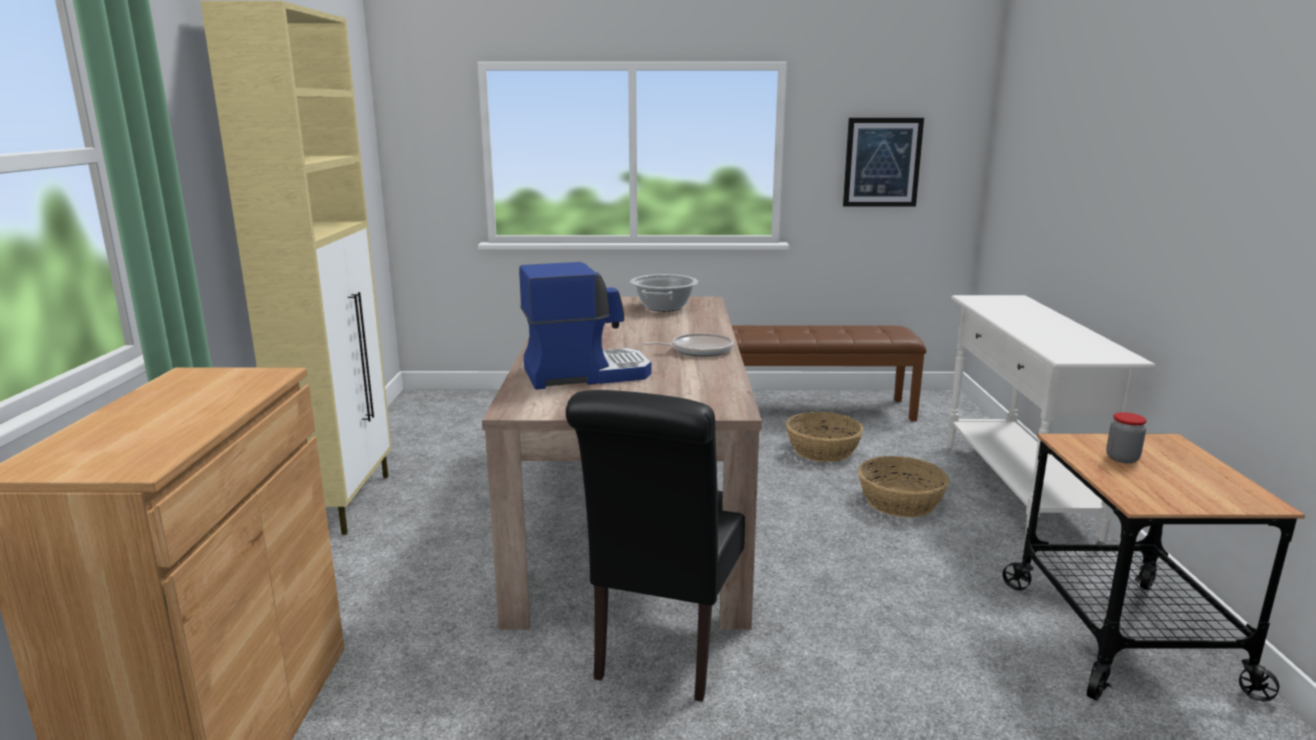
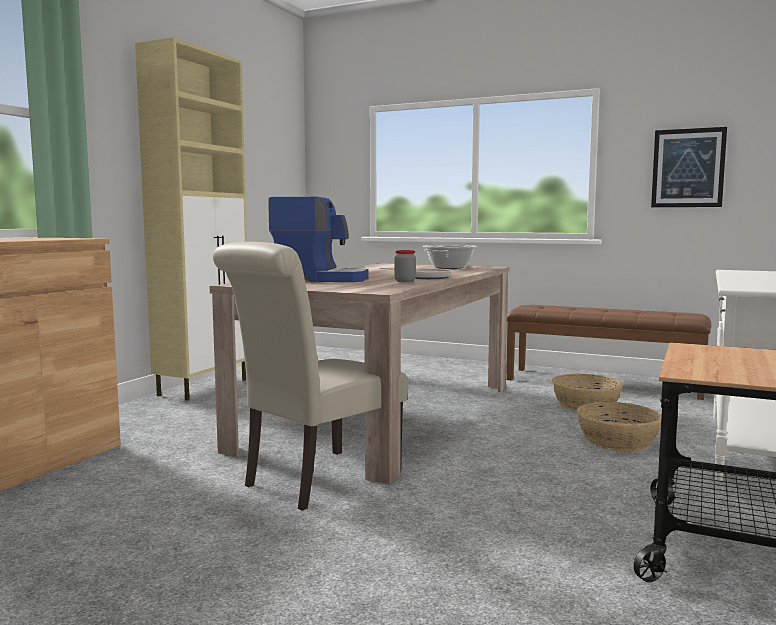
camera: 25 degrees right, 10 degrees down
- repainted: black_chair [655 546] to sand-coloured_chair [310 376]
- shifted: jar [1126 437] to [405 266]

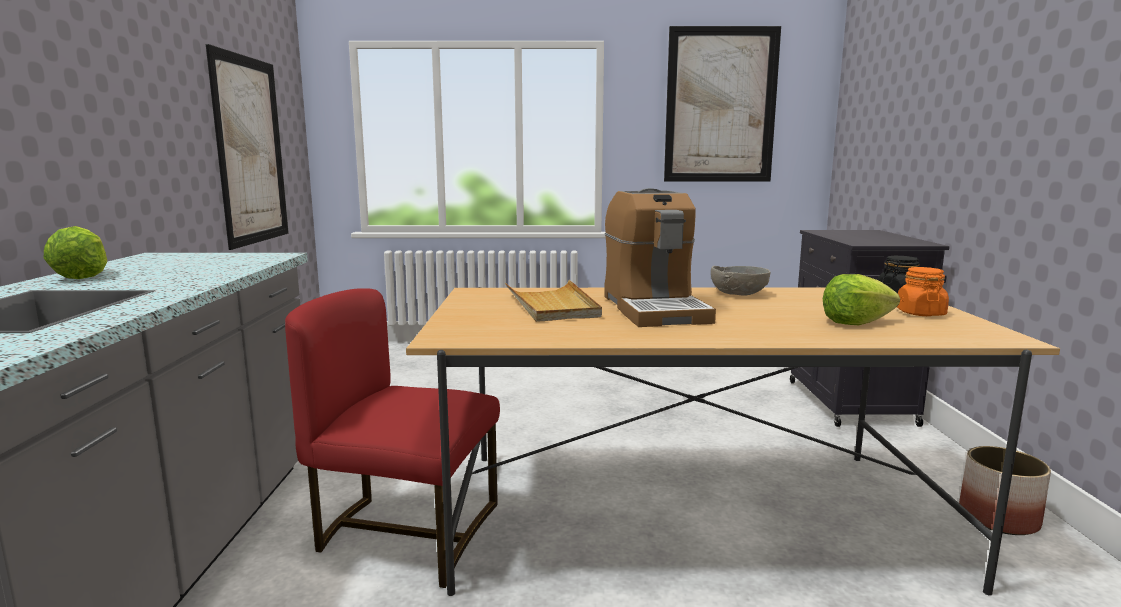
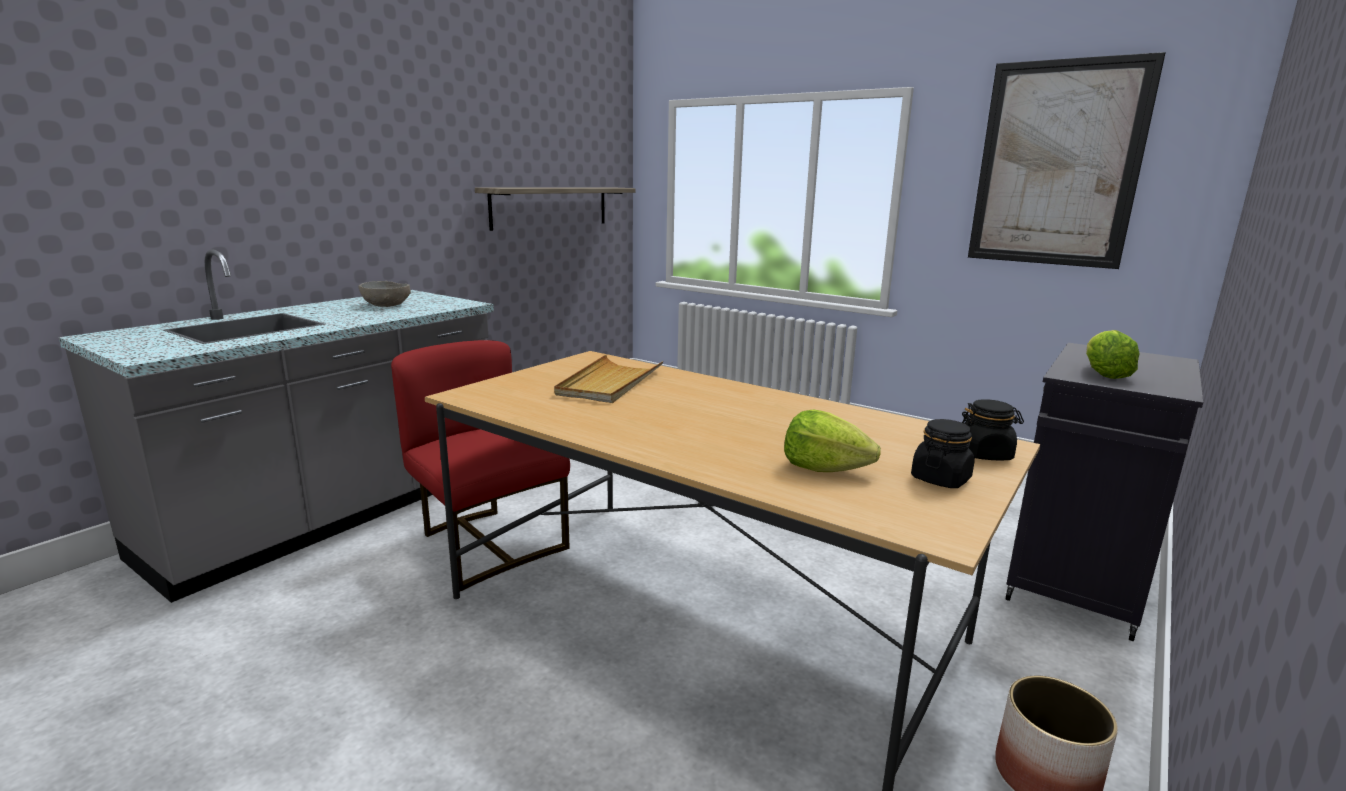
camera: 35 degrees right, 5 degrees up
- shifted: grey_serving_bowl [740 280] to [384 294]
- swapped: picture [247 147] to shelf [555 209]
- repainted: orangey_jar [923 291] to black_jar [943 453]
- shifted: head_of_lettuce [75 252] to [1113 354]
- gone: coffee_brewer [660 257]

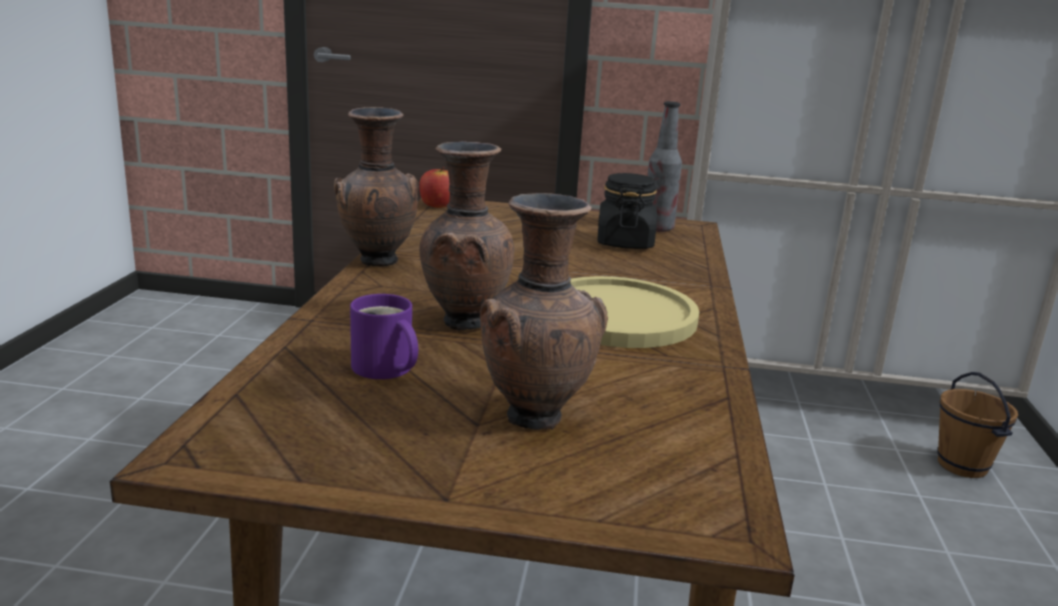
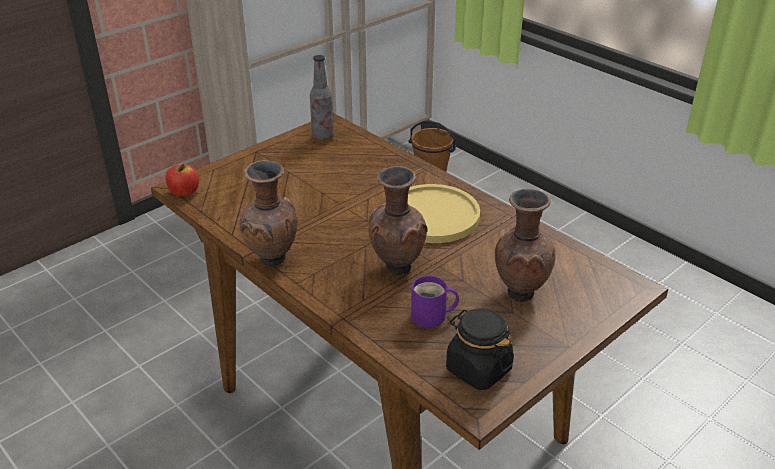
camera: 50 degrees left, 15 degrees up
- shifted: black_jar [627 211] to [480 349]

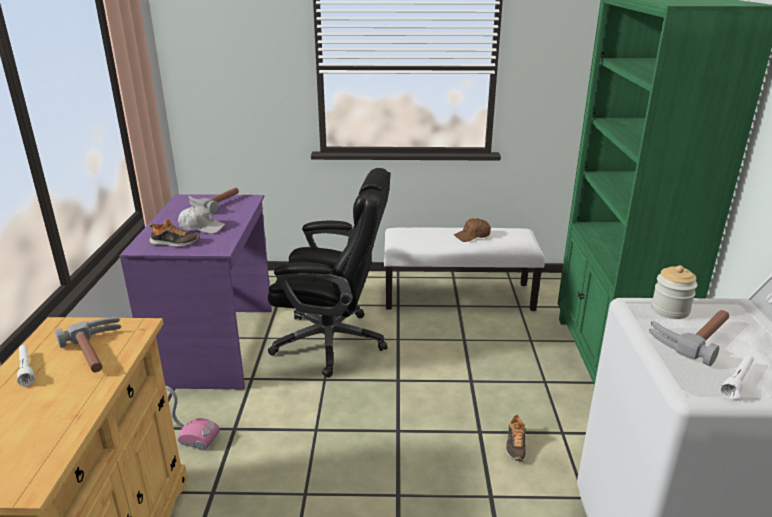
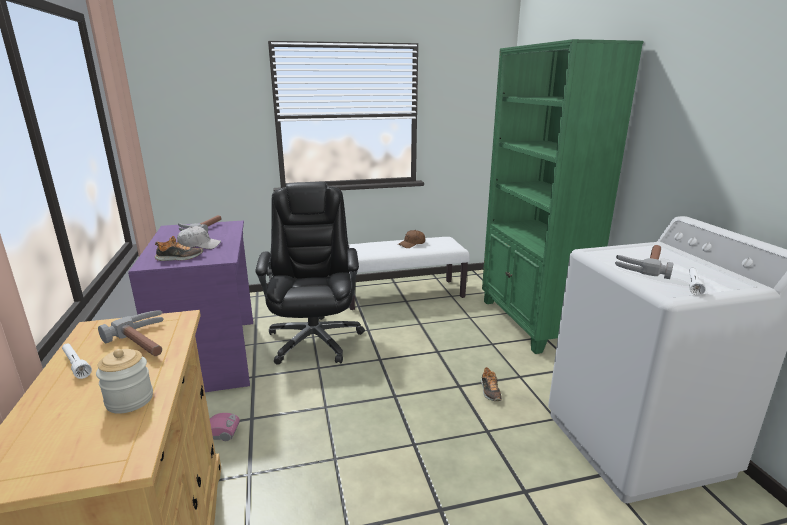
camera: 15 degrees left, 5 degrees down
- shifted: jar [674 292] to [124 381]
- rotated: black_office_chair [329 273] = [310 273] 90 degrees counterclockwise

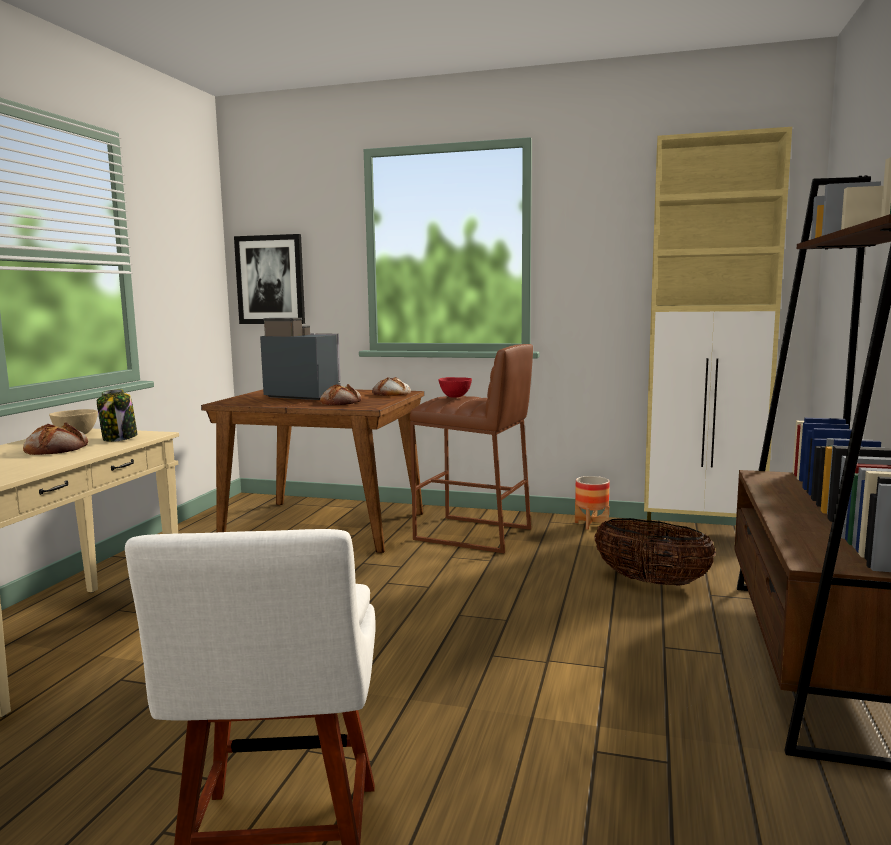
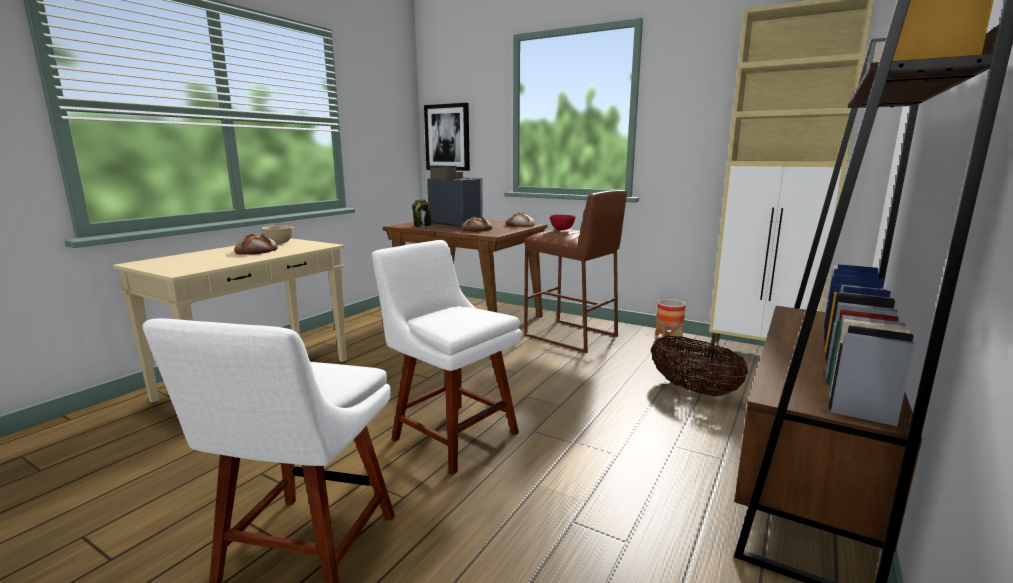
camera: 15 degrees right, 5 degrees up
- new: whitish_chair [447 357]
- shifted: jar [117 415] to [422 213]

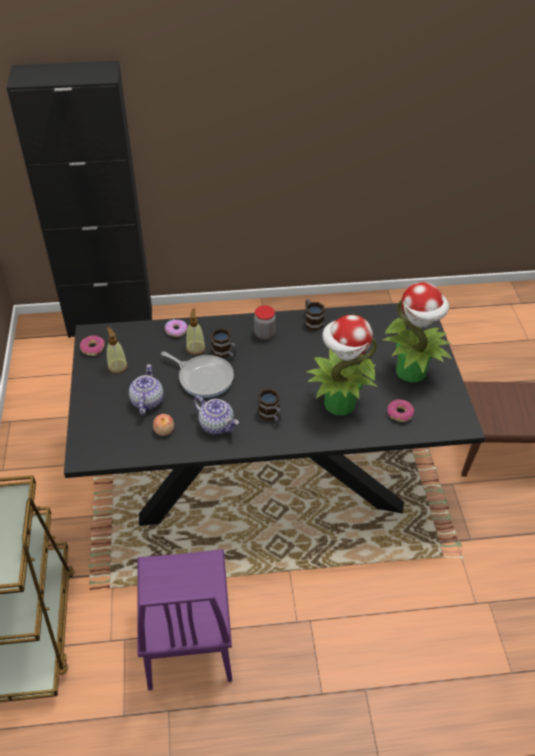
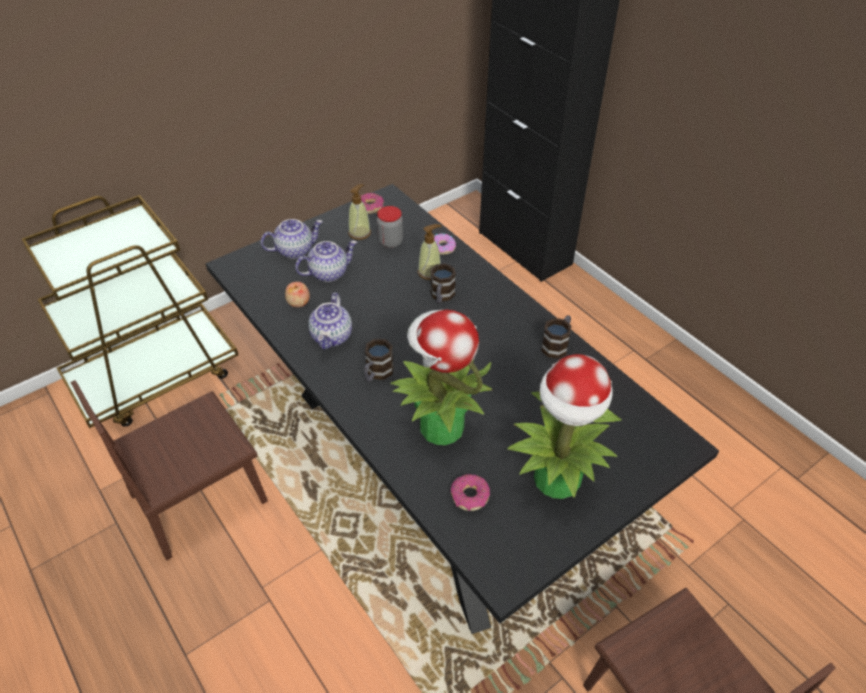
camera: 60 degrees right, 0 degrees up
- repainted: purple_chair [184 620] to brown-coloured_chair [169 470]
- new: teapot [292 239]
- shifted: jar [265 322] to [390 227]
- gone: frying_pan [197 374]

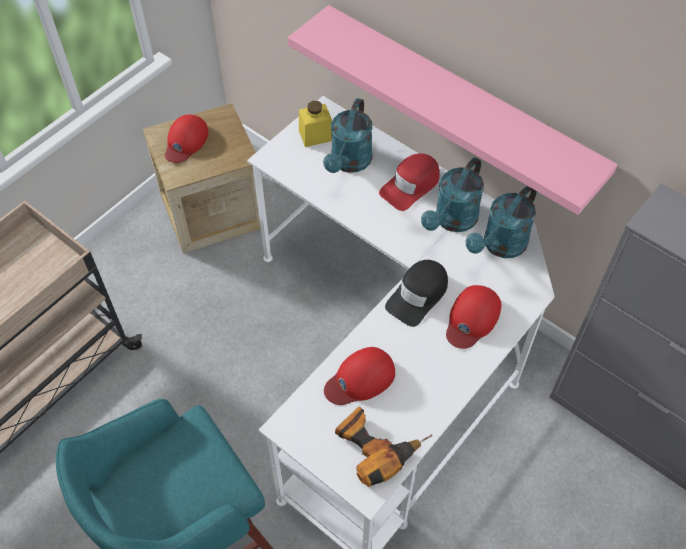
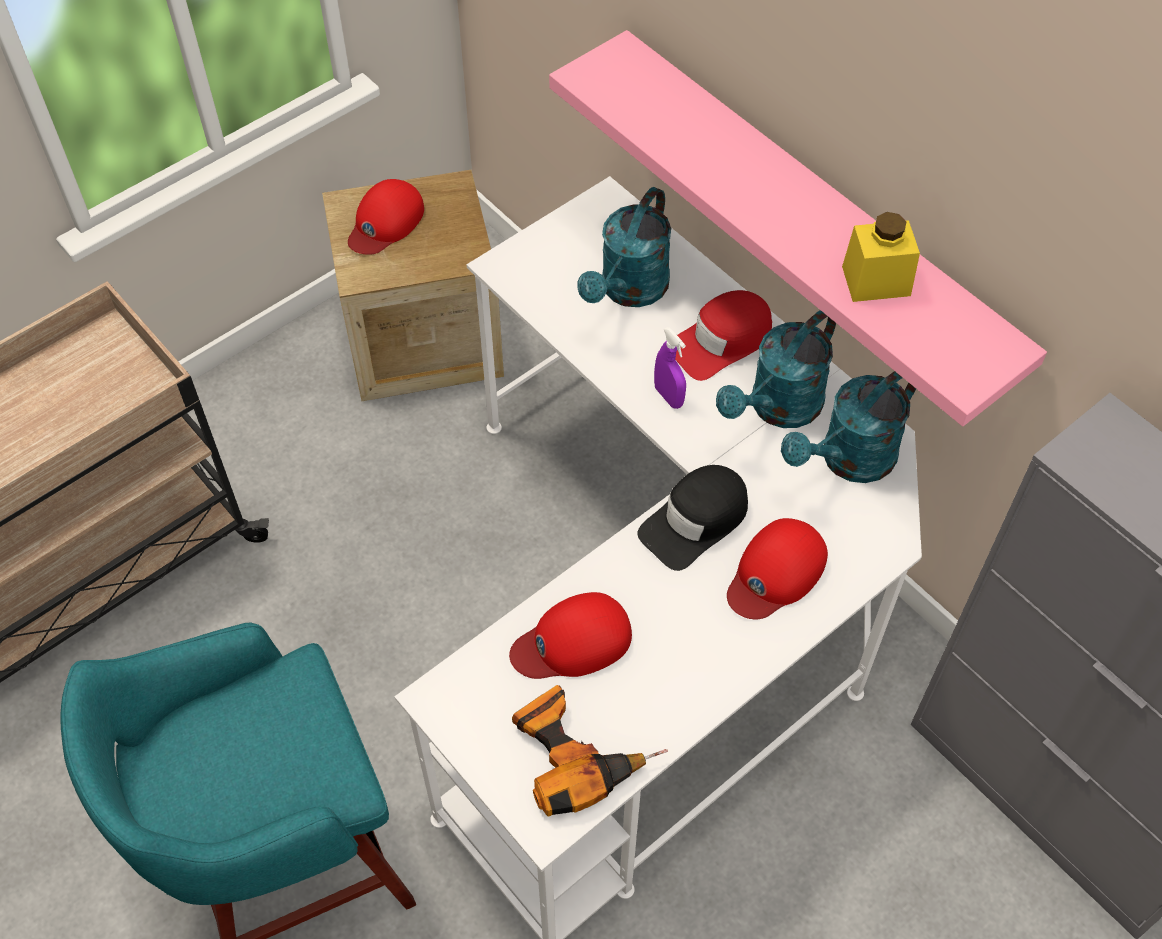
camera: 10 degrees right, 0 degrees up
- new: purple_spray_bottle [670 368]
- shifted: yellow_jar [315 124] to [881 257]

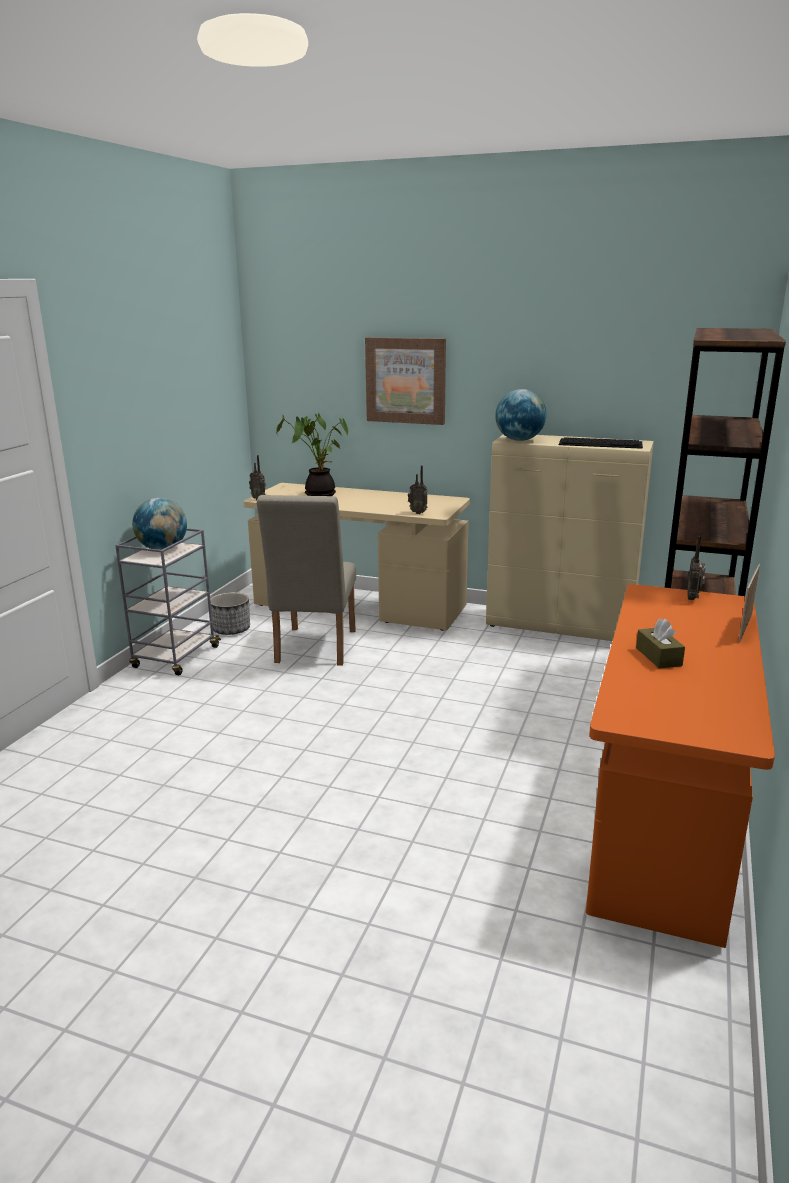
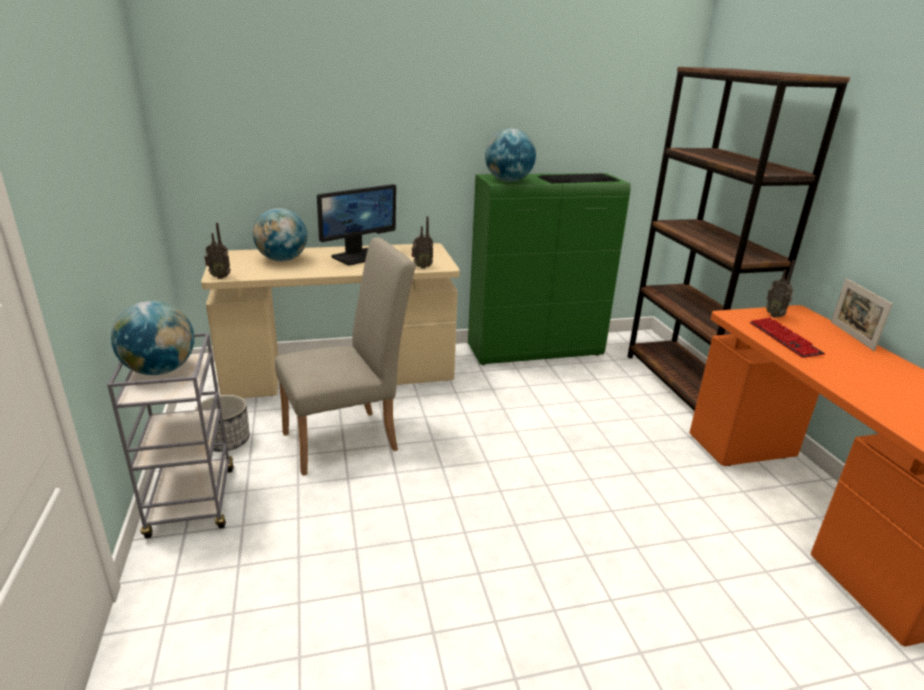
camera: 35 degrees left, 5 degrees up
- swapped: potted_plant [312 454] to globe [280 234]
- rotated: sand-coloured_chair [306 580] = [345 356] 90 degrees counterclockwise
- new: computer_screen [356 224]
- repainted: sand-coloured_storage_cabinet [570 538] to greenish_storage_cabinet [549 269]
- new: computer_keyboard [787 337]
- gone: picture [405 381]
- gone: brown-coloured_tissue_holder [660 643]

